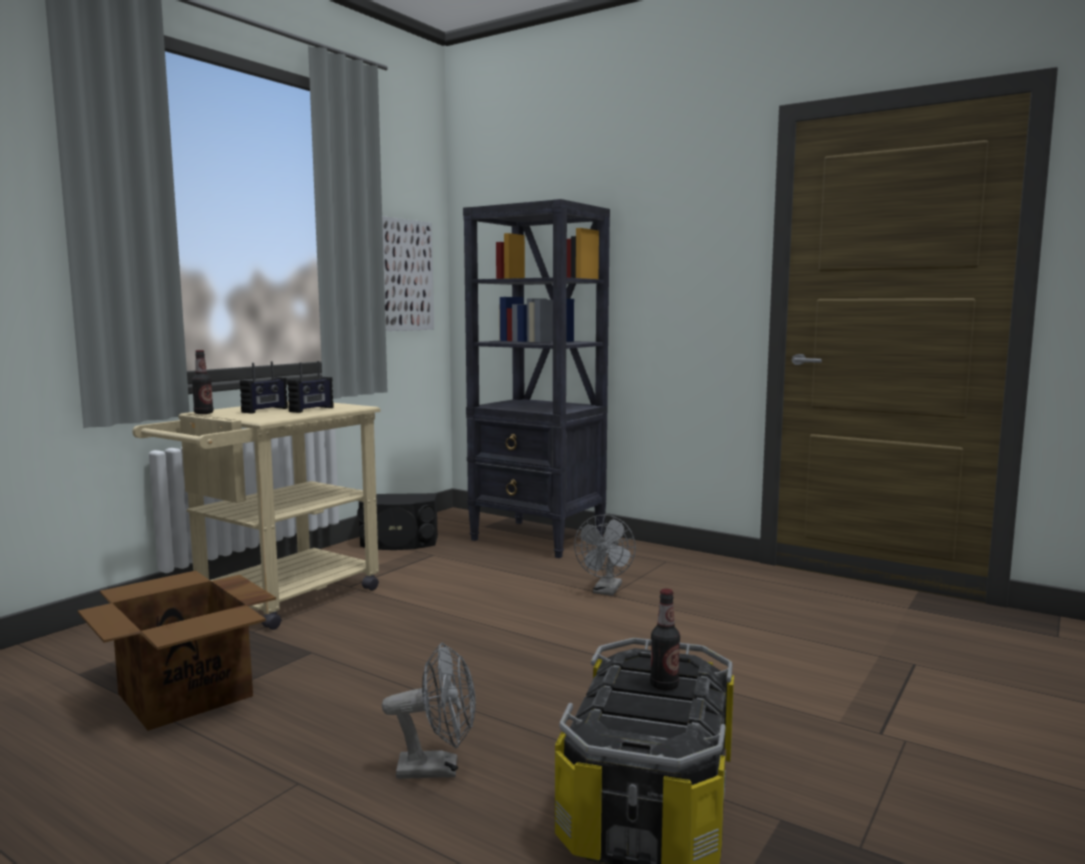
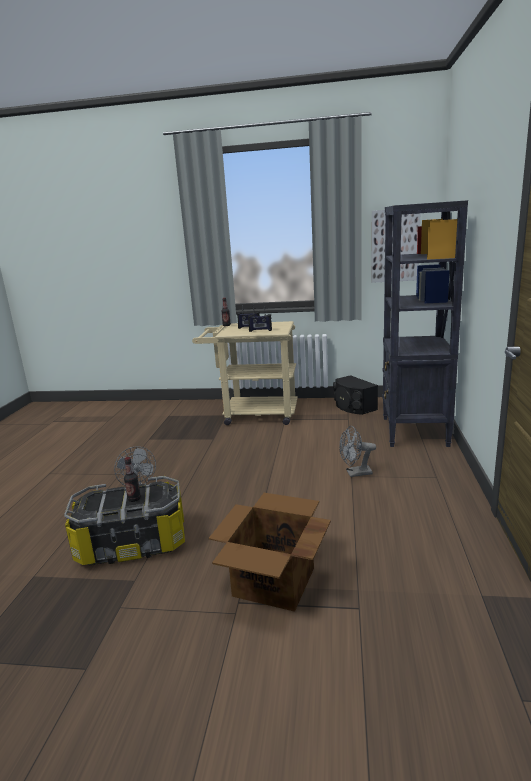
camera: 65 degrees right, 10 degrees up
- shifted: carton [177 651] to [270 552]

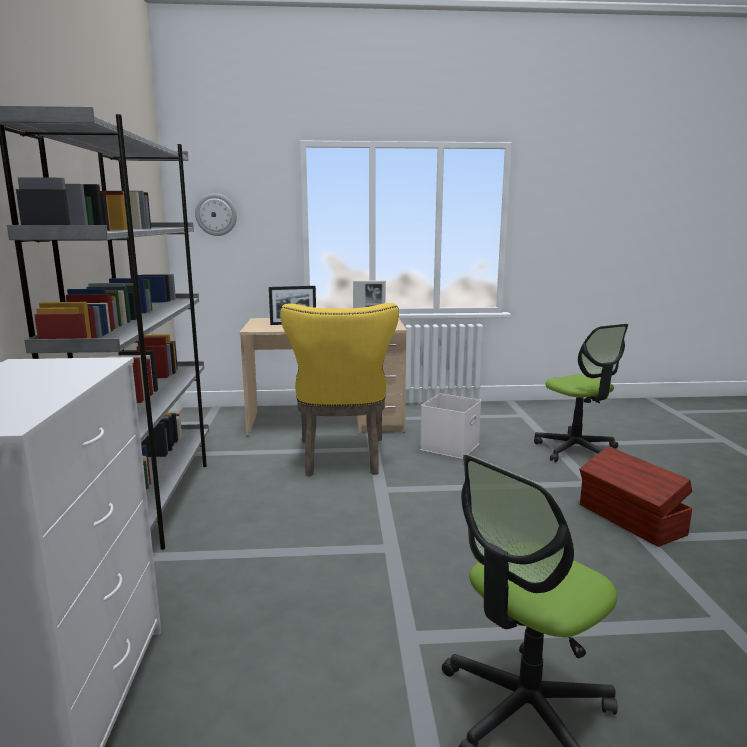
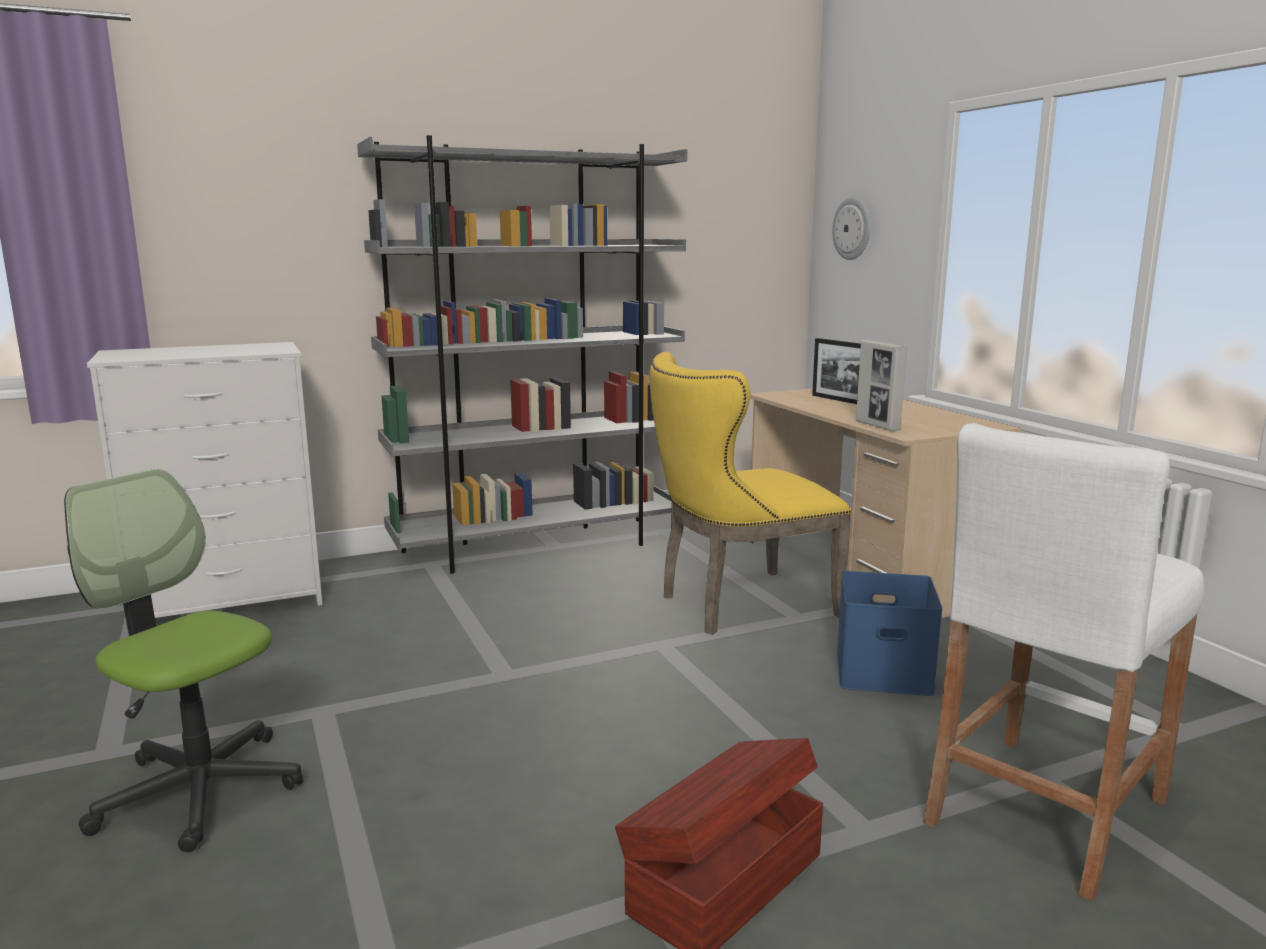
camera: 70 degrees right, 0 degrees up
- repainted: whitish_storage_bin [450 426] to bluish_storage_bin [889 633]
- swapped: office_chair [581 393] to whitish_stool [1063 662]

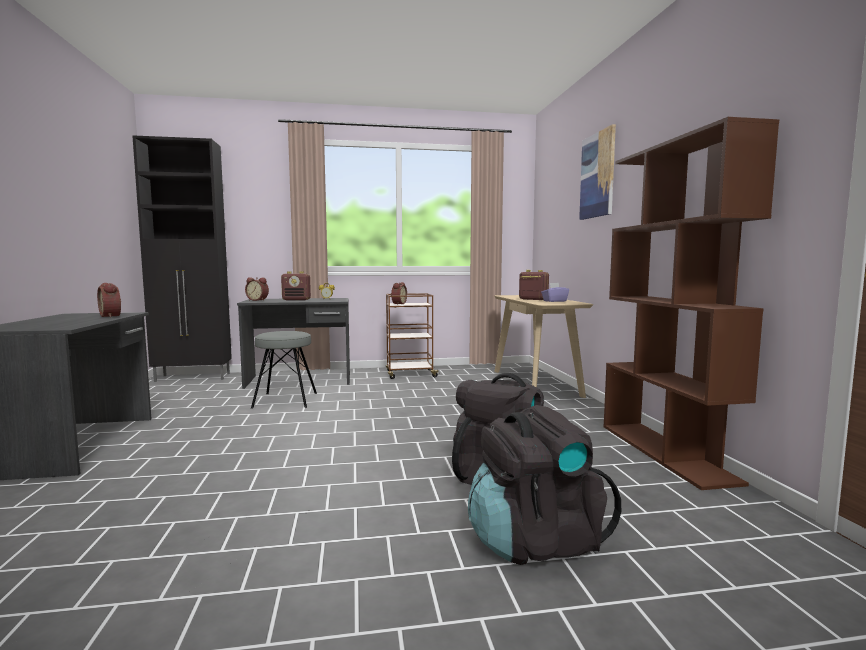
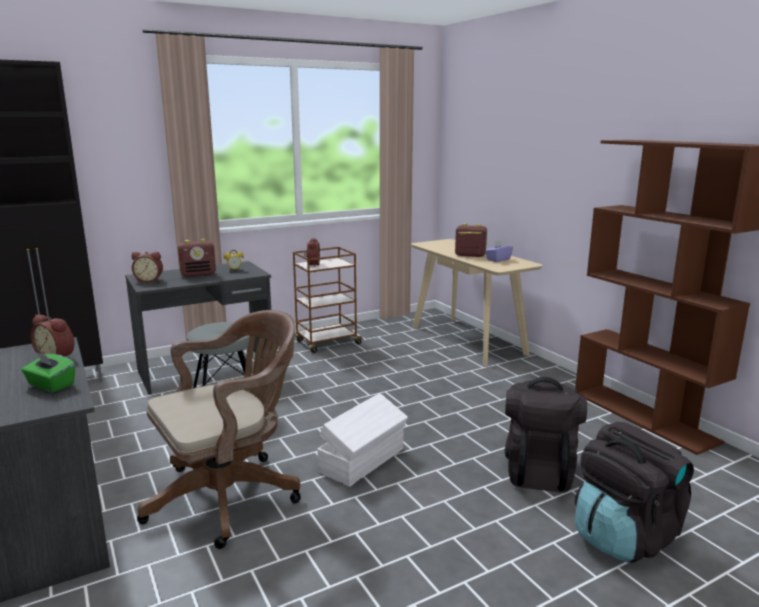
camera: 20 degrees left, 10 degrees up
- new: greenish_tissue_holder [48 372]
- new: brown-coloured_office_chair [219 429]
- new: whitish_storage_bin [362 440]
- gone: picture [597 172]

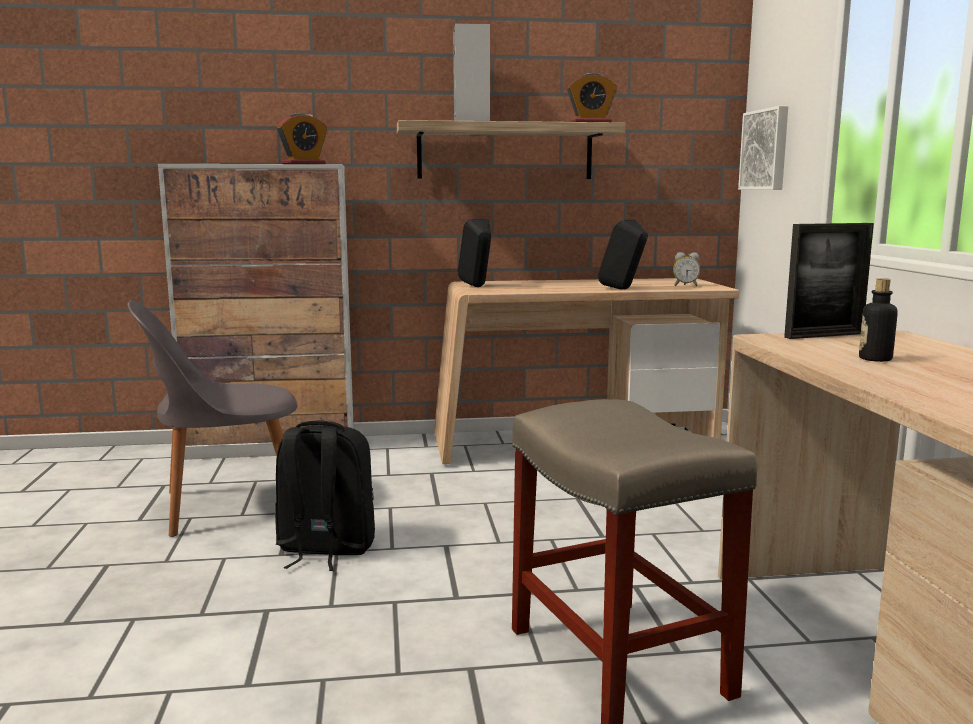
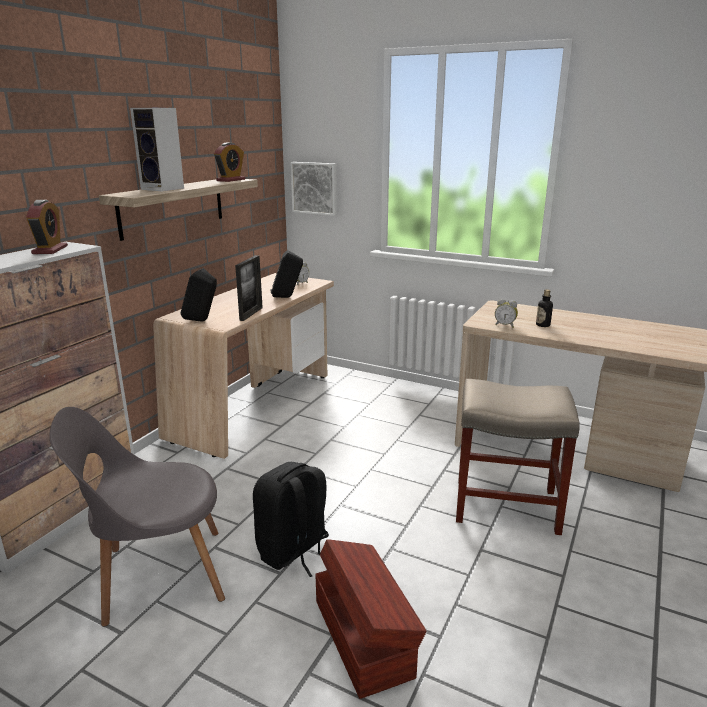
camera: 55 degrees left, 10 degrees up
- rotated: grey_chair [212 418] = [137 517] 60 degrees clockwise
- shifted: picture_frame [829 281] to [249 288]
- new: brown-coloured_storage_bin [371 619]
- new: table_clock [506 313]

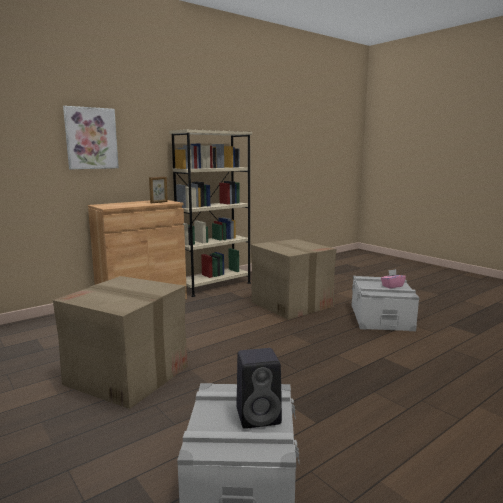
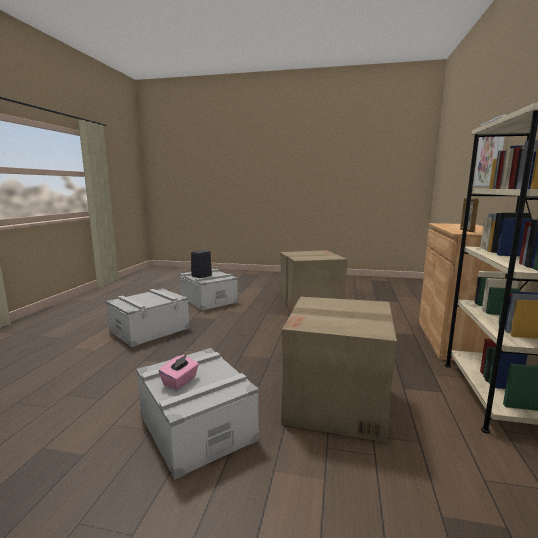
camera: 140 degrees right, 0 degrees up
- new: grey_storage_bin [148 318]

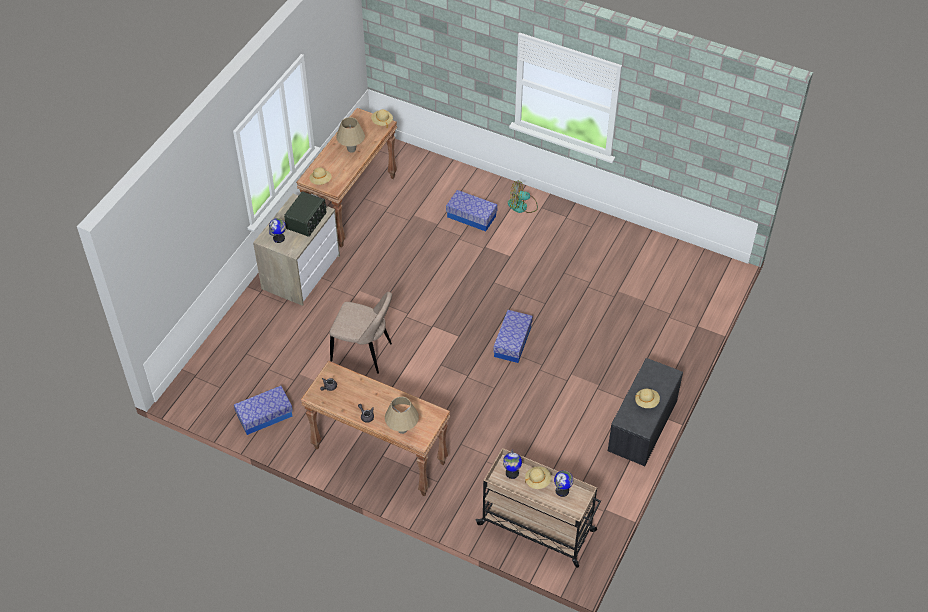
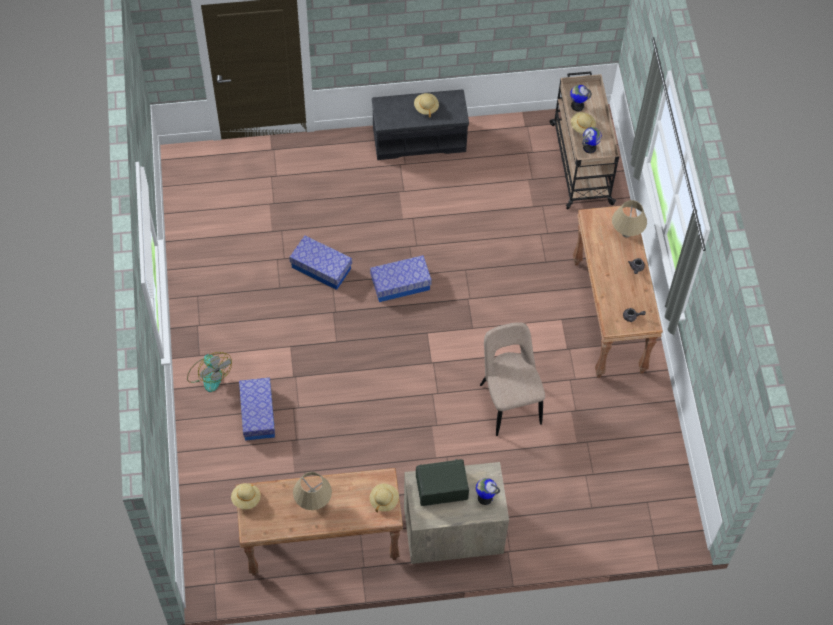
camera: 125 degrees left, 10 degrees up
- shifted: storage_bin [263 410] to [320 262]

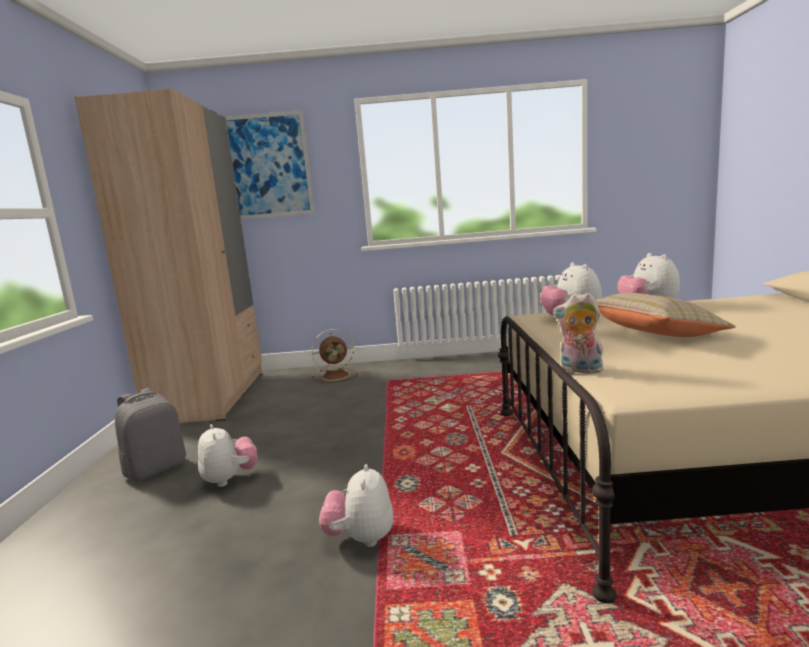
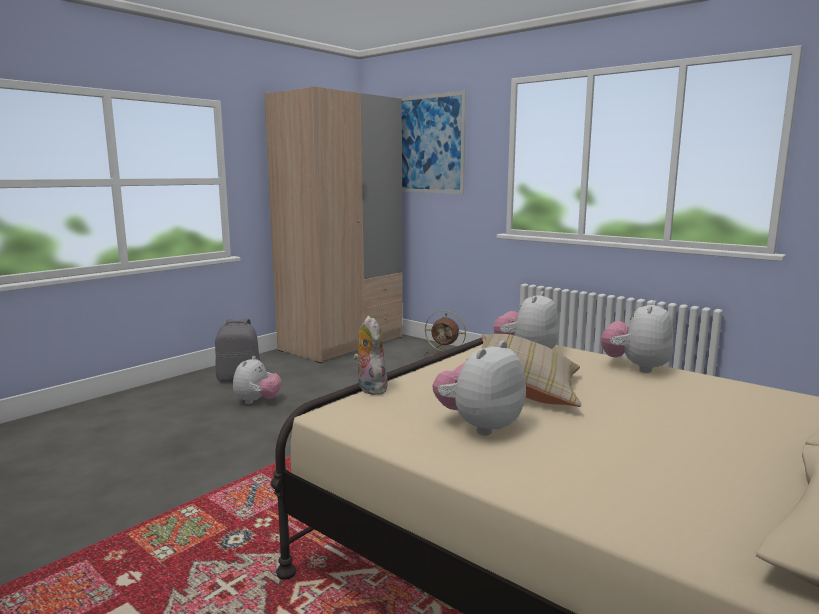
camera: 40 degrees right, 0 degrees up
- shifted: soft_toy [356 505] to [479 388]

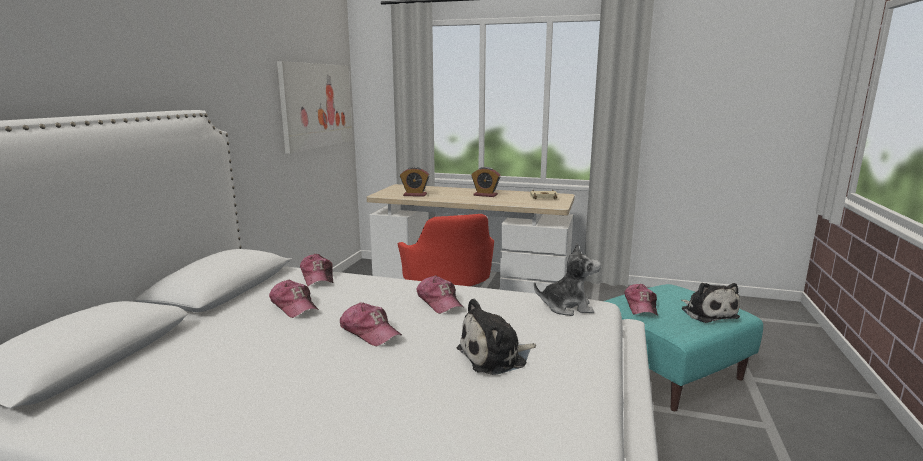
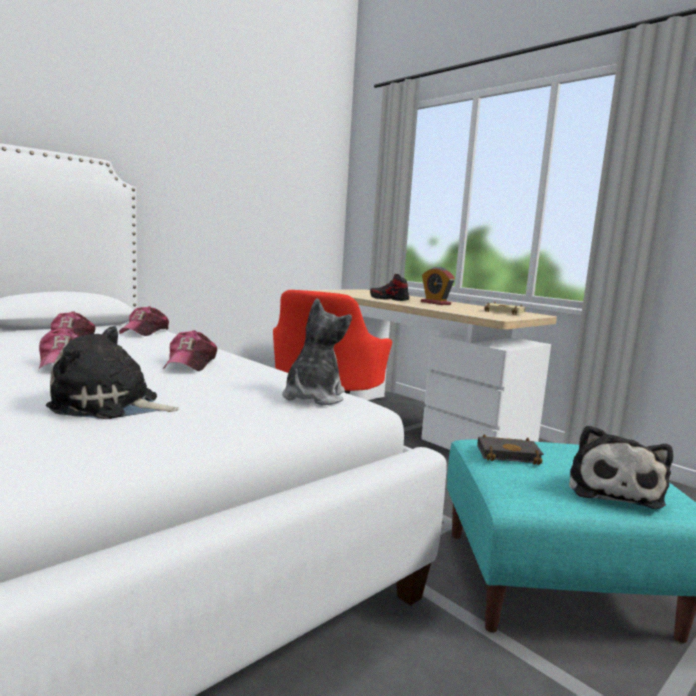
camera: 30 degrees right, 5 degrees down
- rotated: soft_toy [567 279] = [317 351] 105 degrees counterclockwise
- new: item_of_footwear [389 287]
- swapped: cap [641 300] to black_volume [510 449]
- gone: picture [315 107]
- gone: table_clock [414 182]

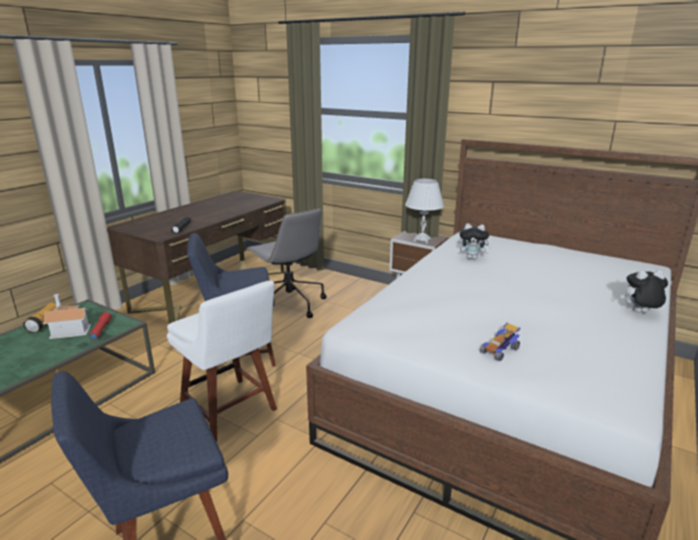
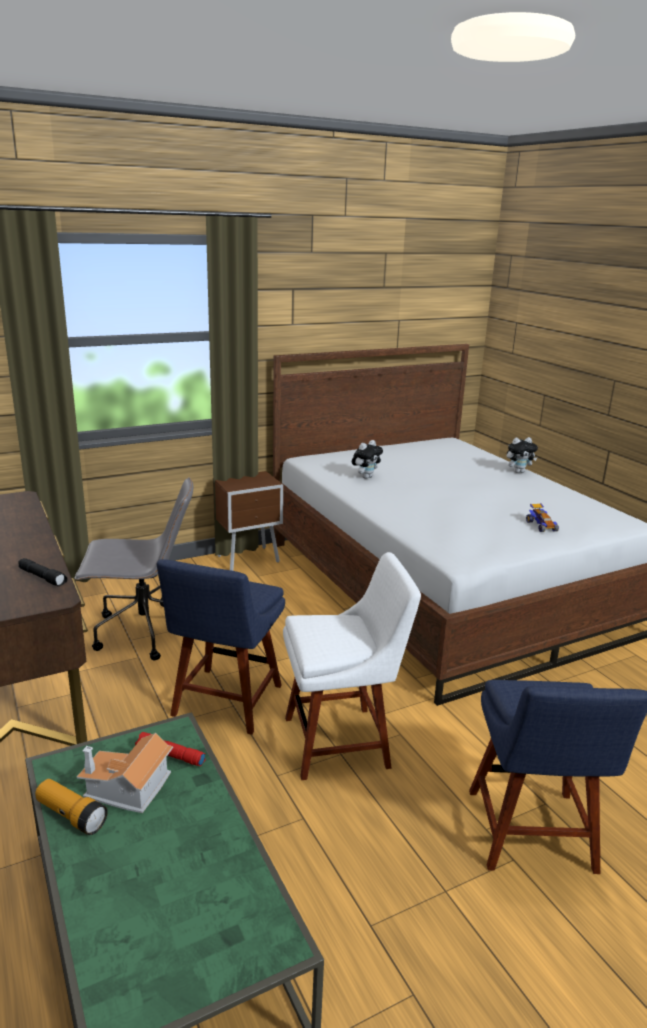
camera: 60 degrees left, 0 degrees up
- rotated: soft_toy [644 291] = [522 455] 135 degrees counterclockwise
- gone: whitish_tabletop_lamp [424 211]

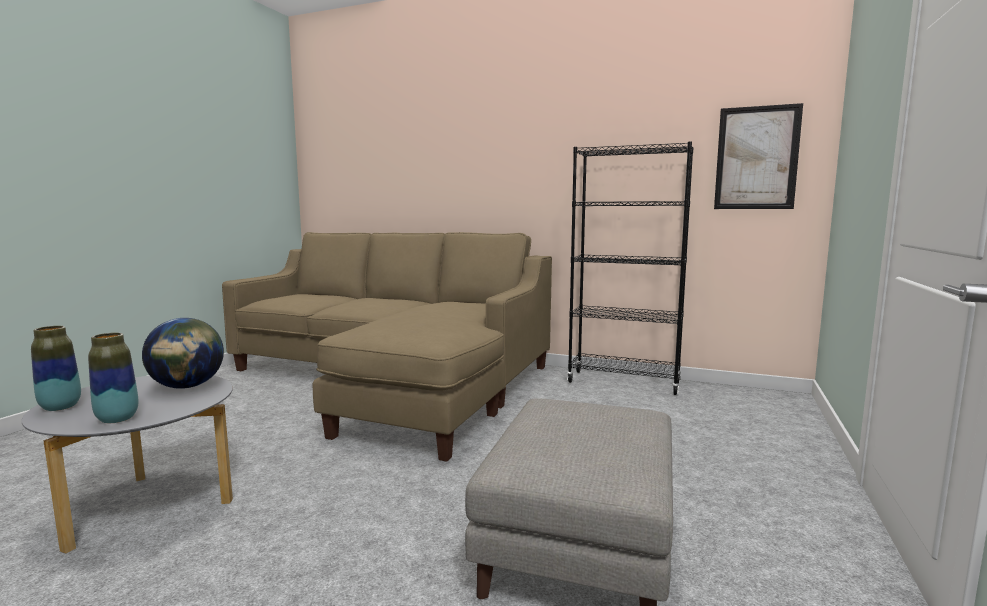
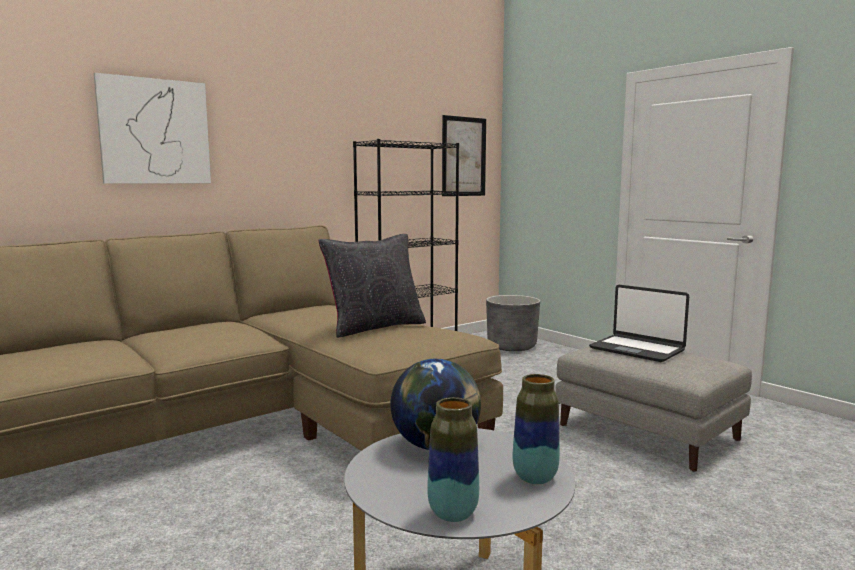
camera: 60 degrees left, 0 degrees up
- new: picture [152 128]
- new: black_pillow [372 286]
- new: grey_planter [513 323]
- new: notebook_computer [639 323]

